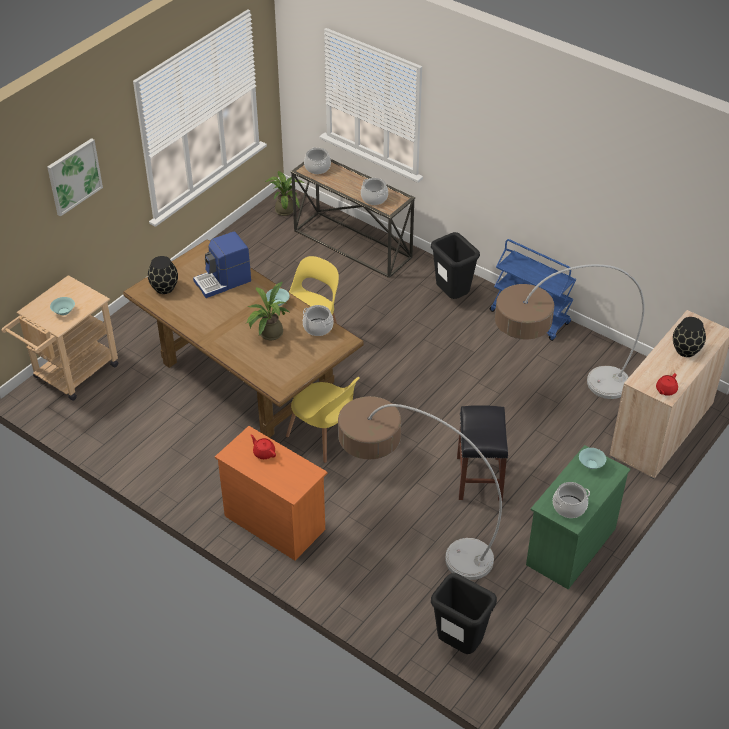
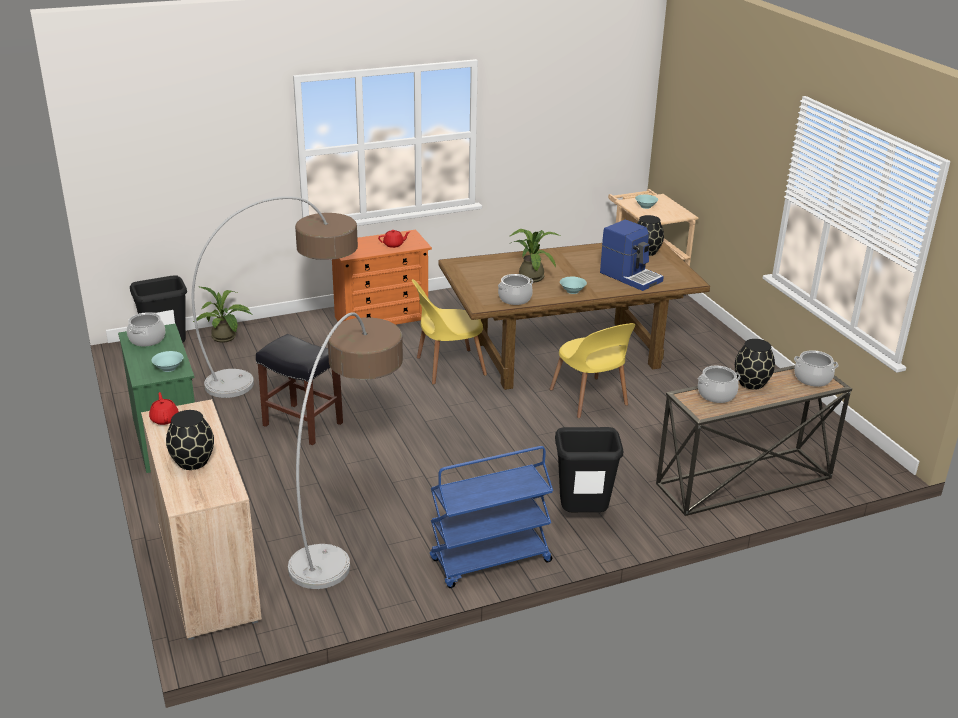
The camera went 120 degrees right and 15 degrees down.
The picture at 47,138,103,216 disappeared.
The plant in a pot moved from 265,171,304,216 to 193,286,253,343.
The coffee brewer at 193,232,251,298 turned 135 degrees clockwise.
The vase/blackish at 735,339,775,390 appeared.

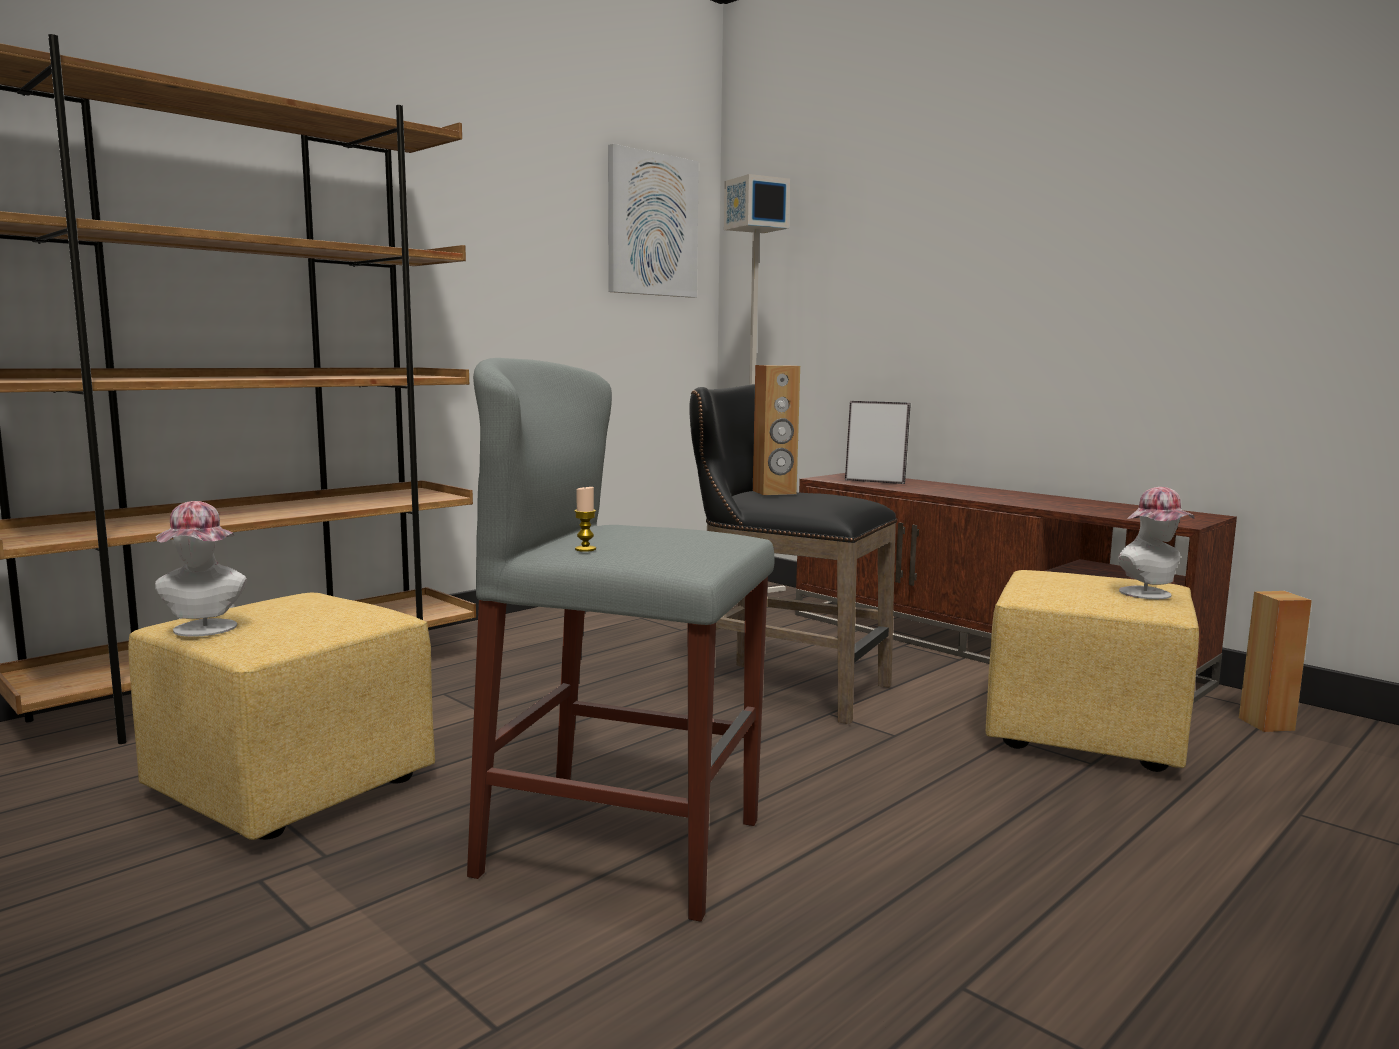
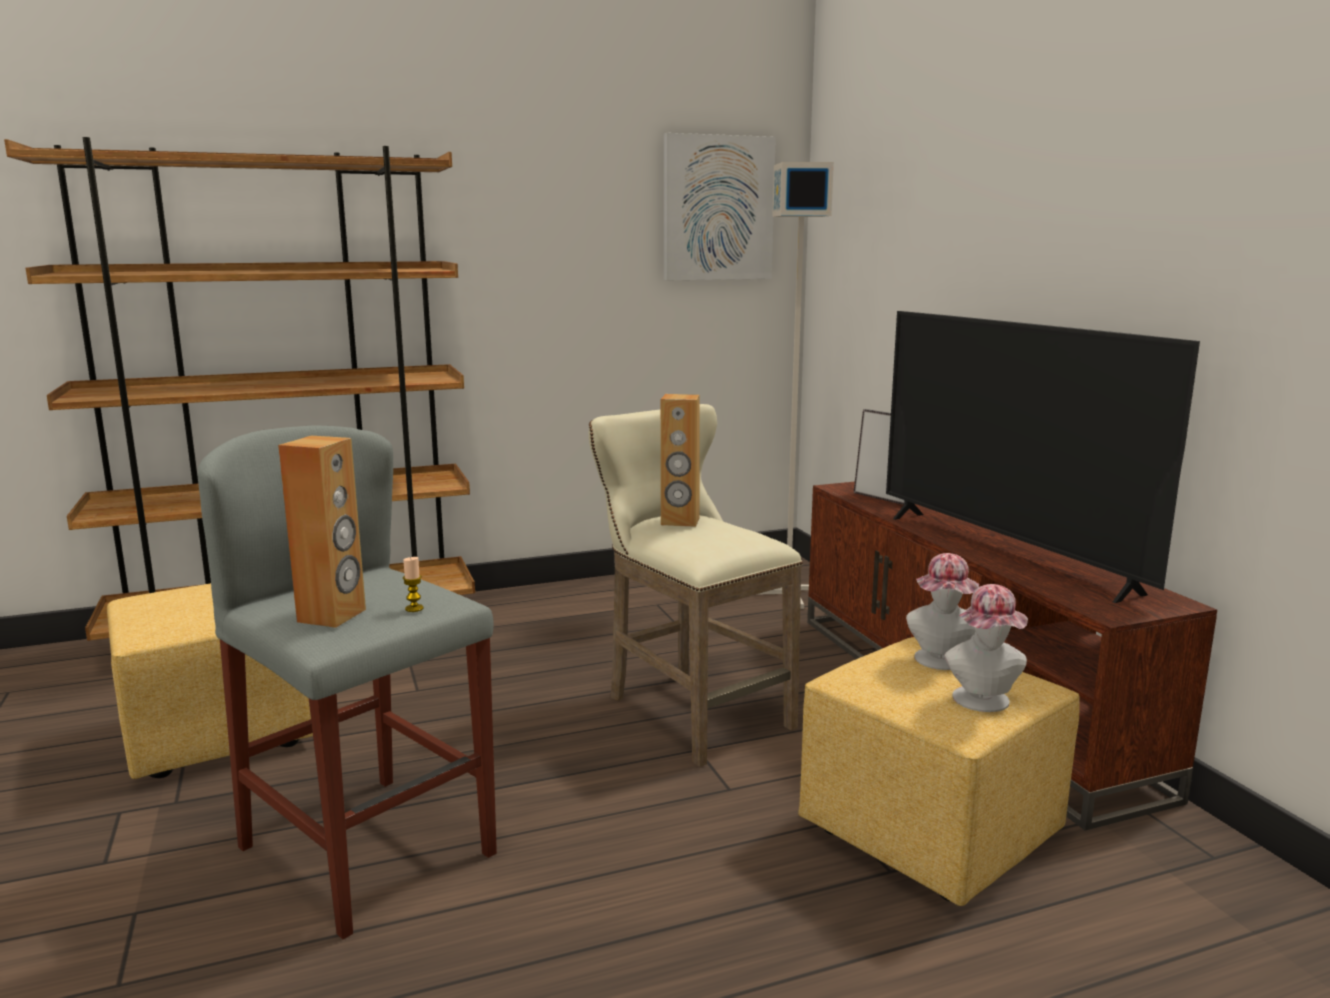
The camera went 25 degrees right and 5 degrees up.
The sitting stool/blackish at 689,384,897,724 became the sitting stool/beige-coloured at 589,404,803,767.
The candle moved from 574,487,596,552 to 403,557,424,612.
The clothing hat moved from 155,501,247,637 to 906,553,979,670.
The speaker/brownish moved from 1239,591,1312,732 to 278,436,366,628.
The television at 886,311,1200,603 appeared.

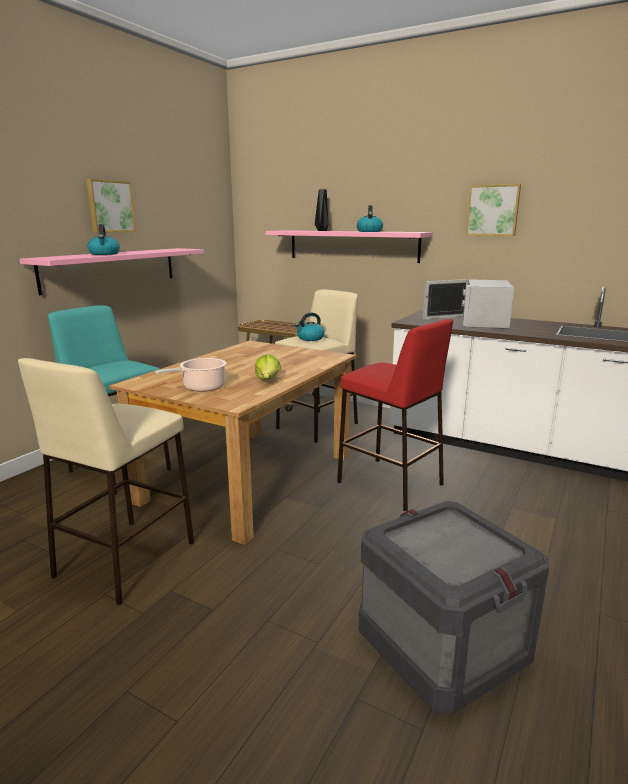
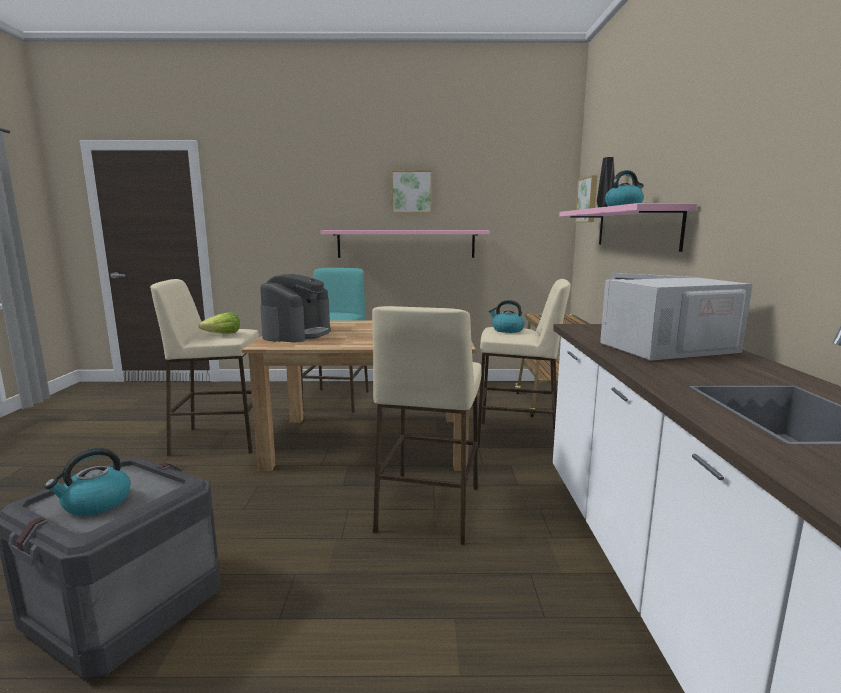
The camera went 60 degrees right and 5 degrees down.
The picture moved from 466,184,521,236 to 575,175,598,223.
The kettle moved from 88,224,120,255 to 44,448,131,516.
The sitting stool/reddish at 337,319,453,511 became the sitting stool/beige-coloured at 372,306,481,545.
The head of lettuce moved from 255,354,281,380 to 198,312,240,334.
The stockpot at 155,358,226,392 was replaced by the coffee brewer at 260,274,331,342.

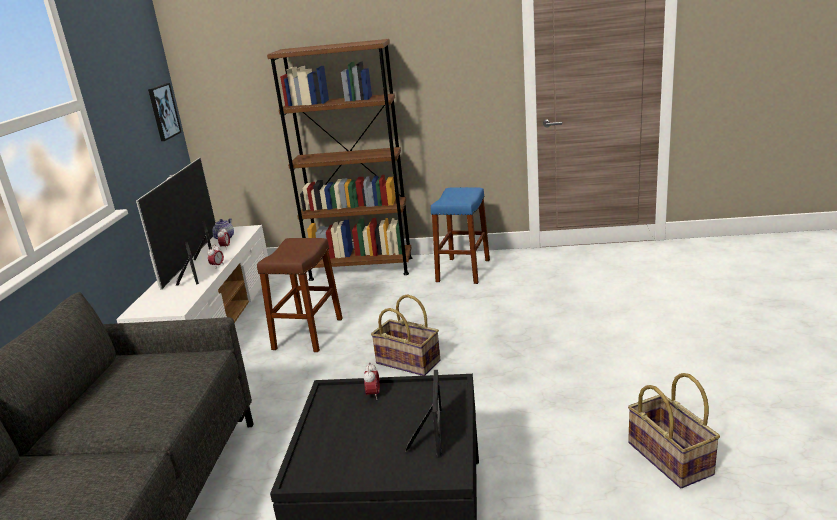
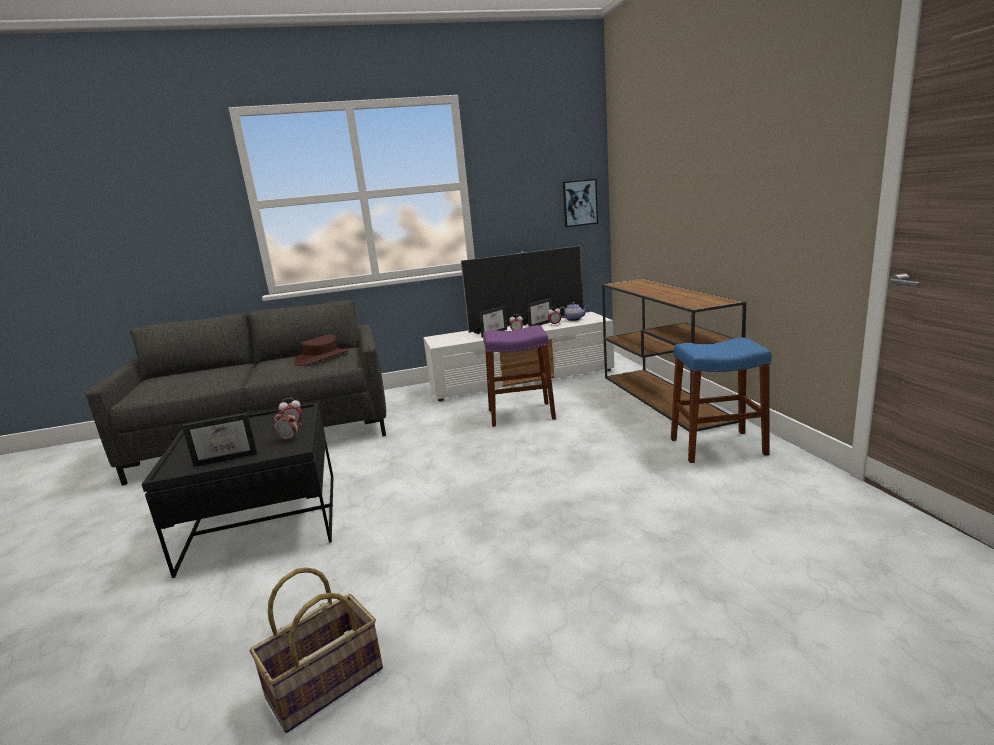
The camera went 70 degrees right and 5 degrees down.
The bookcase/brownish at 267,39,412,281 was replaced by the narrow table/brownish at 602,278,746,431.
The sitting stool/brownish at 257,238,343,352 became the sitting stool/purplish at 483,325,556,427.
The basket at 371,294,440,376 disappeared.
The clothing hat/brownish at 294,335,348,366 appeared.
The bedside clock at 274,411,299,441 appeared.

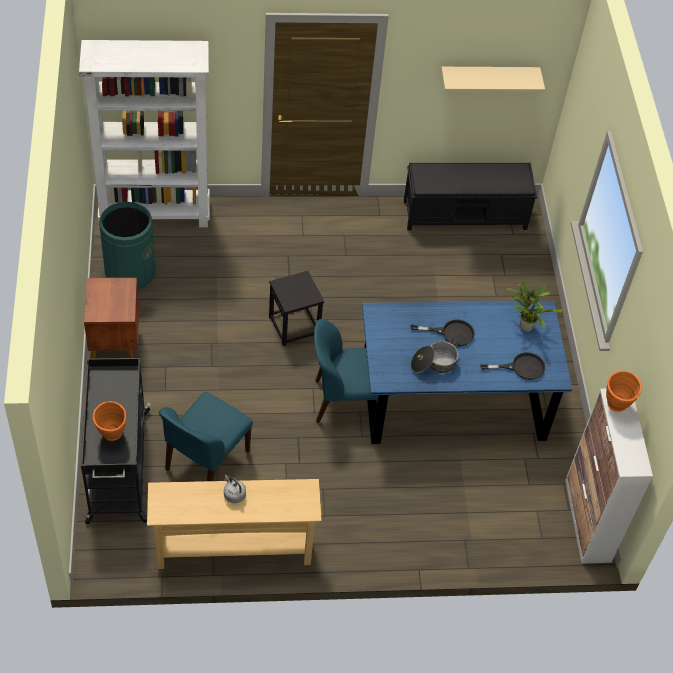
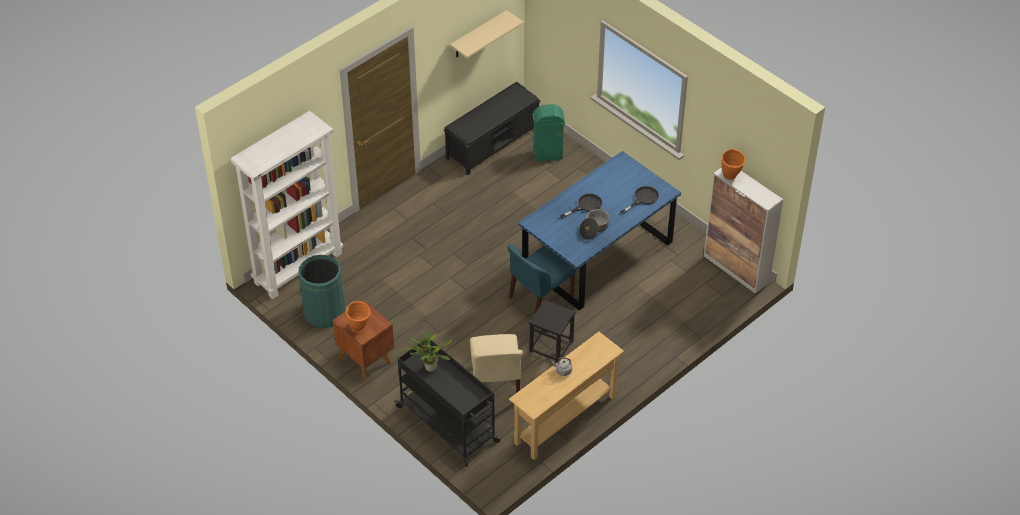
The camera went 35 degrees left and 5 degrees down.
The sitting stool/blackish moved from 269,271,324,346 to 529,300,575,363.
The plant in a pot moved from 507,280,563,332 to 403,331,452,372.
The chair/bluish at 159,392,253,481 became the chair/beige-coloured at 470,334,523,393.
The vase/orangey moved from 93,401,126,441 to 346,301,371,332.
The waste bin/green at 532,104,565,161 appeared.

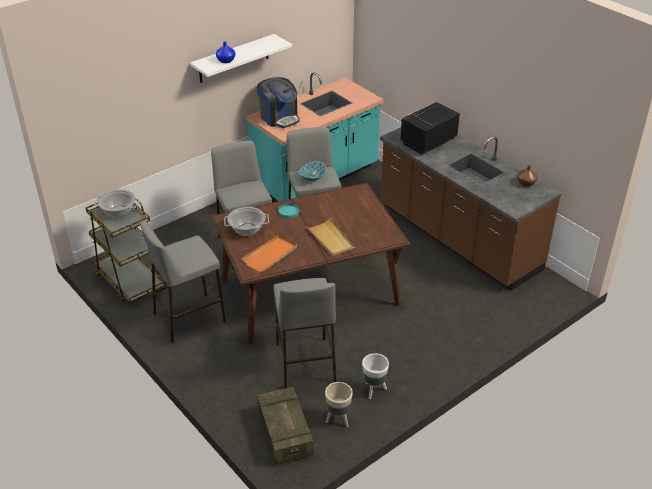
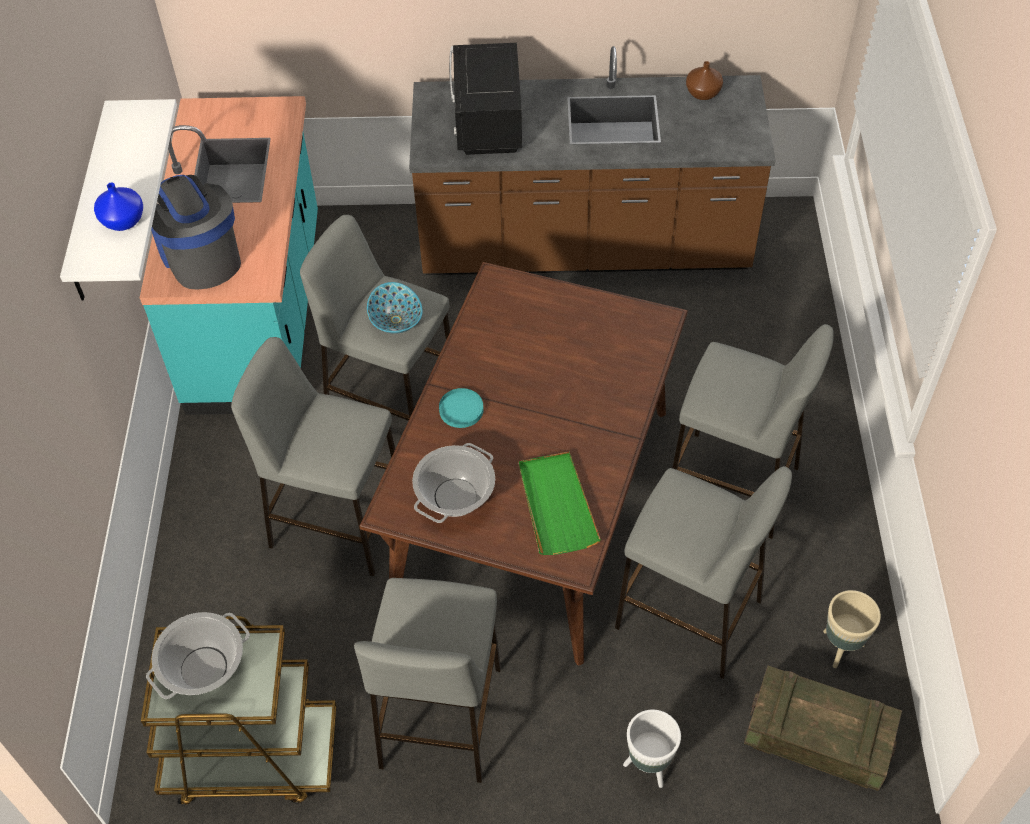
The camera went 50 degrees left and 15 degrees up.
The coffee brewer at 257,77,300,128 turned 120 degrees counterclockwise.
The serving tray/beige-coloured at 306,218,355,256 disappeared.
The serving tray/orangey at 241,234,297,272 became the serving tray/green at 519,452,601,555.
The flower pot/white-coloured moved from 362,353,389,399 to 623,709,681,788.
The sitting stool/grey at 672,324,834,539 appeared.

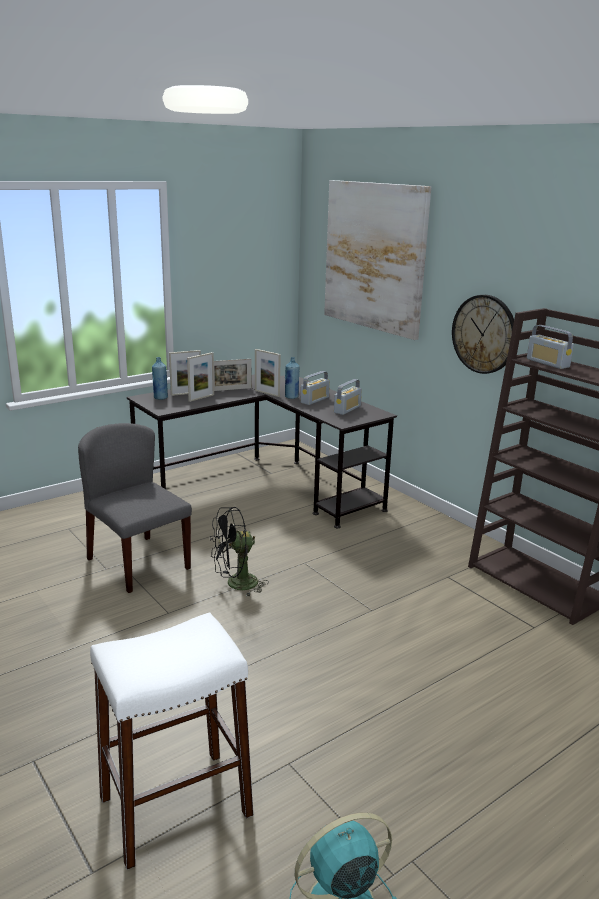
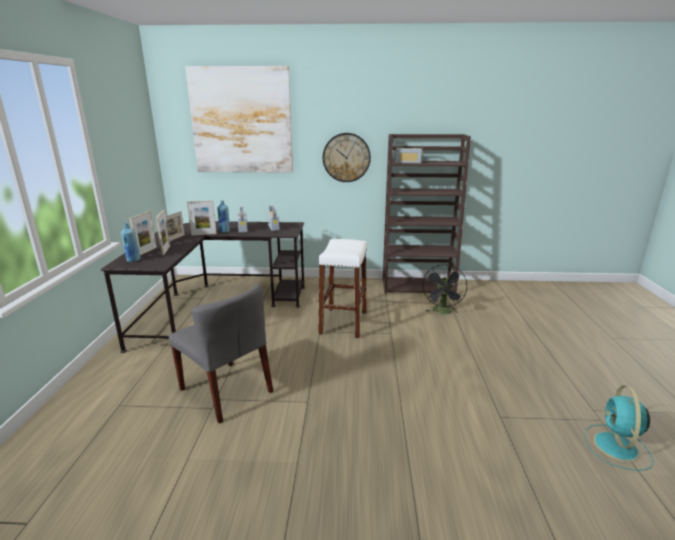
The camera went 50 degrees left and 0 degrees up.
The chair/grey at 78,423,192,593 turned 135 degrees counterclockwise.
The electric fan/blackish moved from 210,507,269,597 to 423,264,467,314.
The sitting stool/white-coloured moved from 90,612,253,870 to 318,239,367,338.

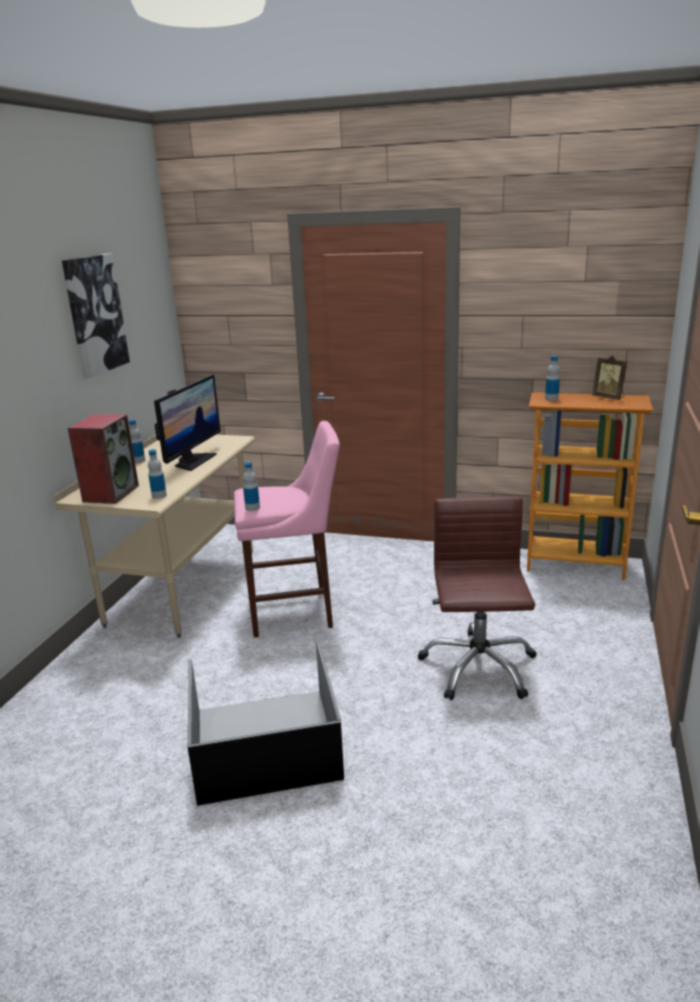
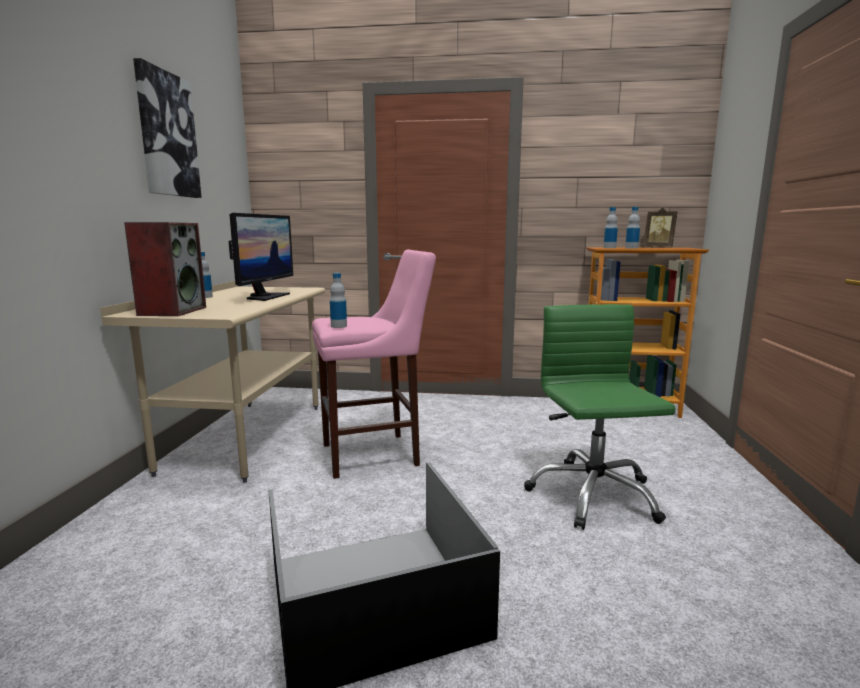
The camera went 10 degrees left and 10 degrees down.
The bottle moved from 148,449,167,499 to 625,207,640,249.
The desk chair/brownish at 418,497,537,700 became the desk chair/green at 524,304,676,530.

